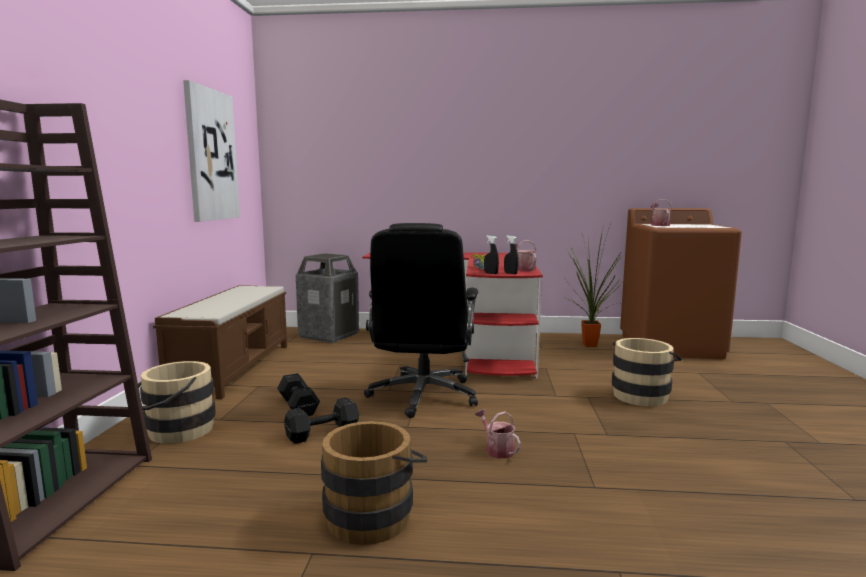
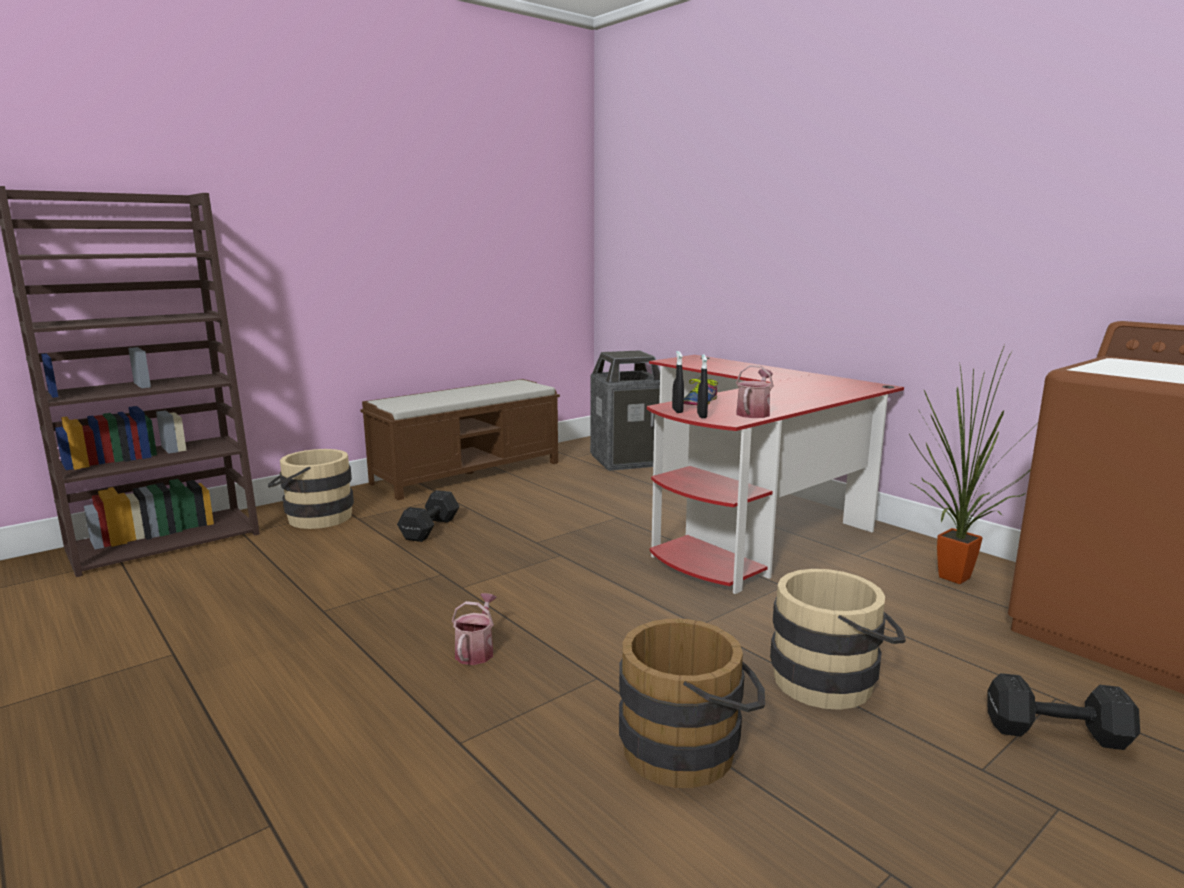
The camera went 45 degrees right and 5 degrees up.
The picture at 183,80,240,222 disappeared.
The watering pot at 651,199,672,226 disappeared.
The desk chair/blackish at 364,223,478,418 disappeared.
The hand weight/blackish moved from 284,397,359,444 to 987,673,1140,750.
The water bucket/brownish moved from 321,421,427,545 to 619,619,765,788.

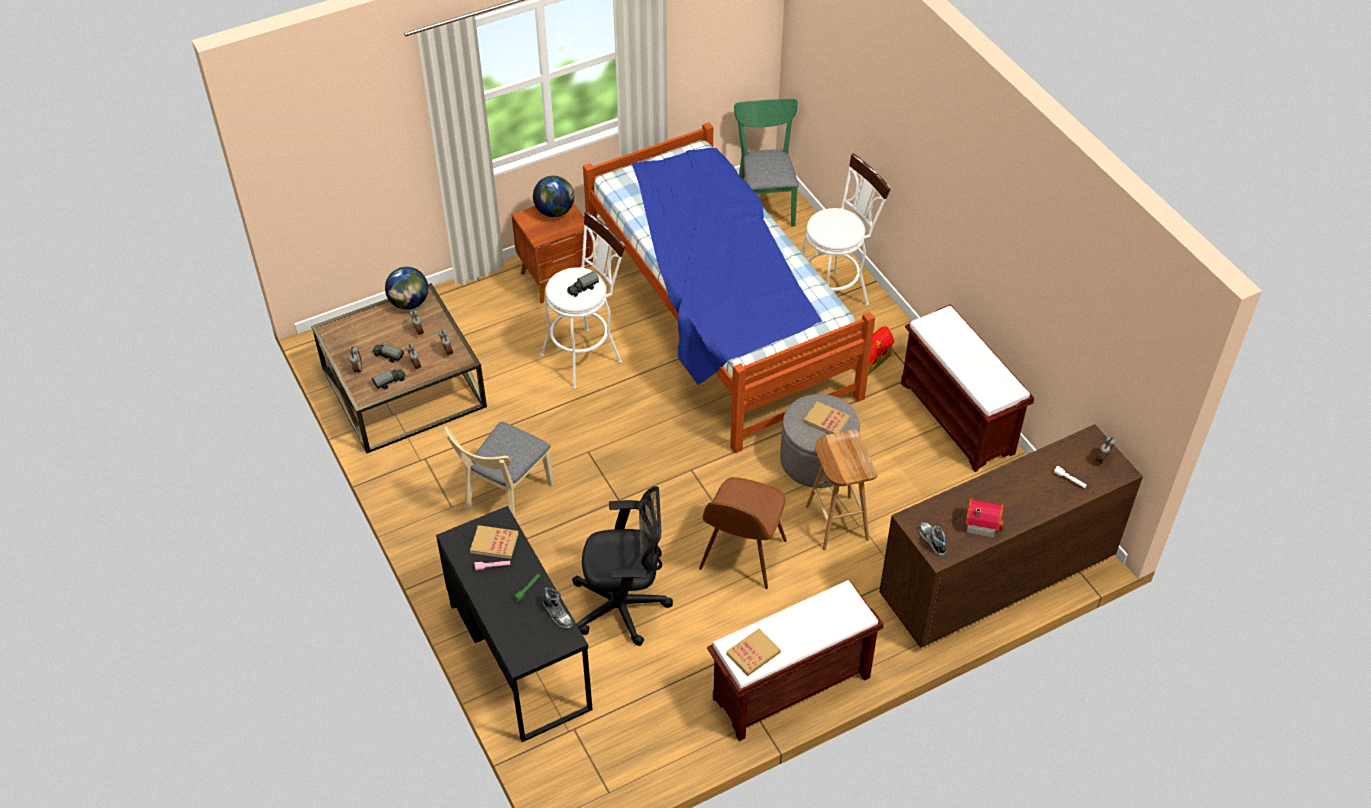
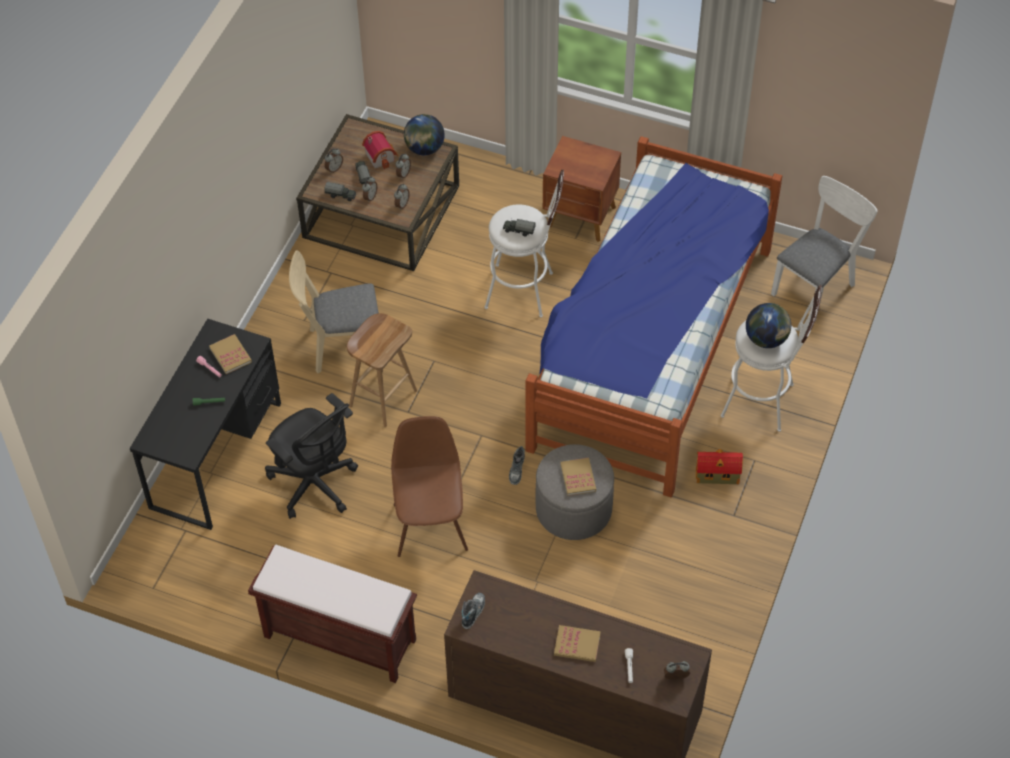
The camera went 50 degrees right and 5 degrees up.
The chair/green at 734,99,799,227 became the chair/white-coloured at 771,176,877,321.
The world globe moved from 533,176,574,217 to 746,303,791,348.
The indoor bench/brownish at 901,304,1034,472 disappeared.
The sitting stool/brownish moved from 806,429,878,550 to 347,313,417,427.
The chair/brownish at 699,477,787,589 turned 105 degrees clockwise.
The model house moved from 965,498,1004,538 to 362,131,398,169.
The low shoe moved from 543,587,573,629 to 509,446,525,485.
The volume moved from 726,628,781,676 to 554,625,601,662.

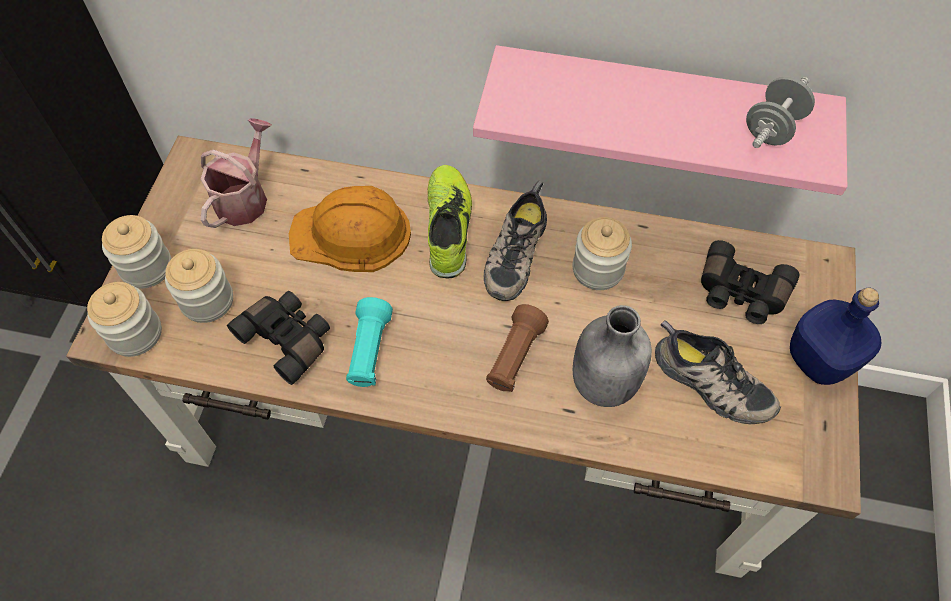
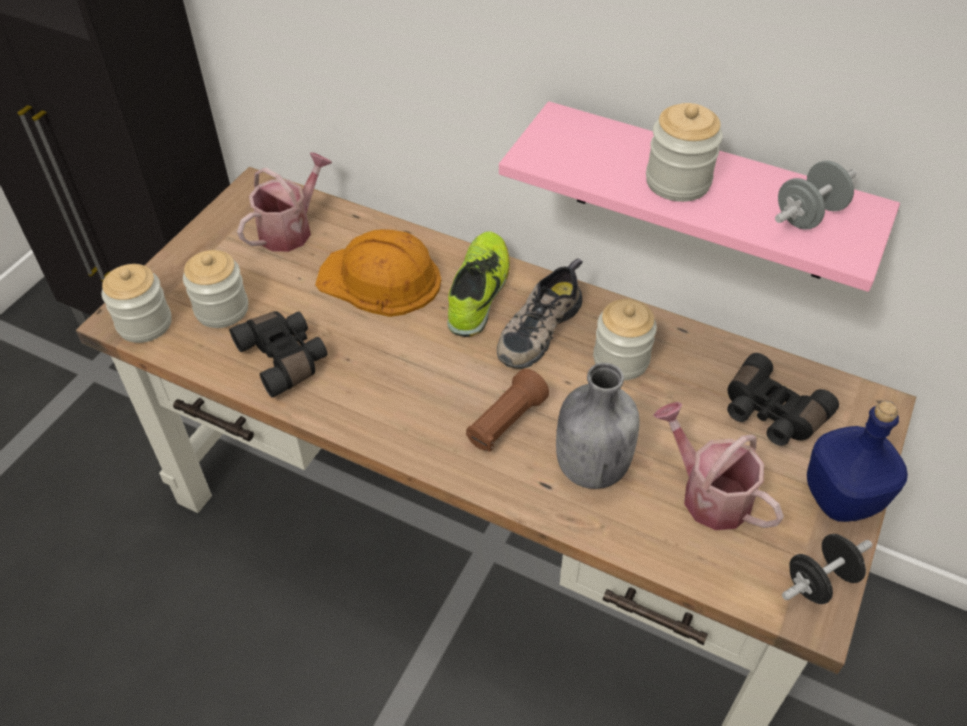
The camera went 15 degrees right and 10 degrees down.
The storage jar moved from 102,215,171,288 to 646,103,723,202.
The torch/blue-green at 346,297,393,387 disappeared.
The low shoe at 655,320,781,424 was replaced by the watering pot at 653,402,784,530.
The hand weight/blackish at 782,534,872,604 appeared.

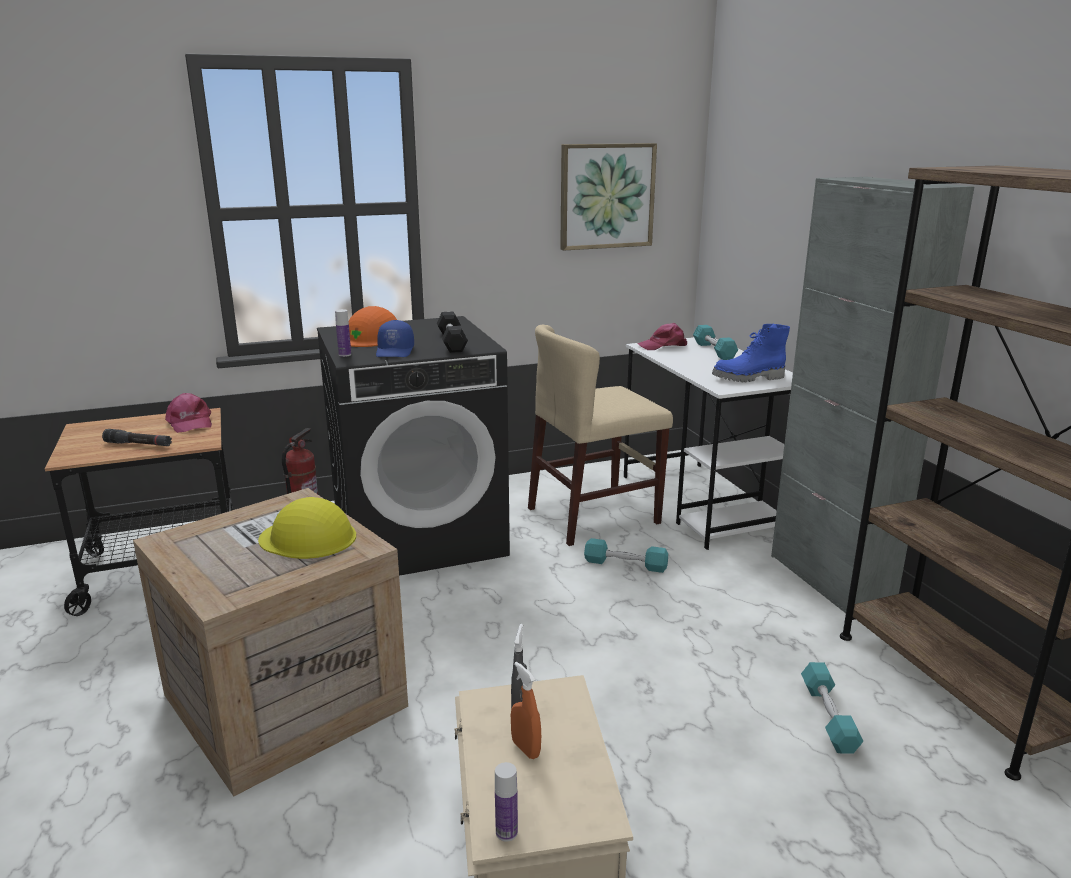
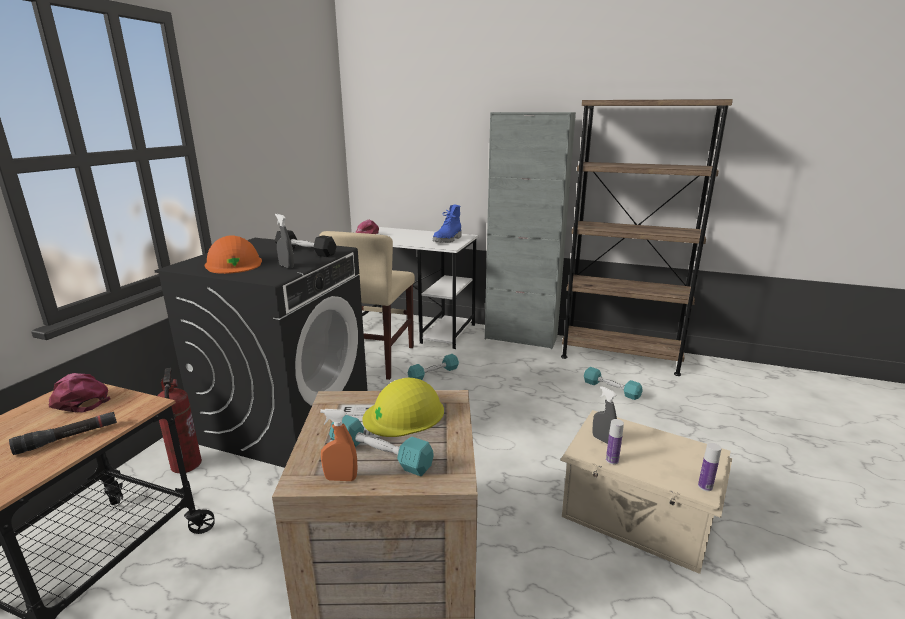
The camera went 50 degrees left and 0 degrees up.
The picture at 560,143,657,251 disappeared.
The bottle moved from 335,309,351,357 to 606,419,624,464.
The baseball cap/bluish at 376,320,414,357 was replaced by the hand sprayer/grey at 275,214,294,268.
The hand weight/blue-green moved from 693,325,738,360 to 329,415,434,476.
The baseball cap/pink-coloured at 165,393,212,433 turned 150 degrees counterclockwise.
The hand sprayer/orangey moved from 511,662,541,759 to 320,409,357,481.

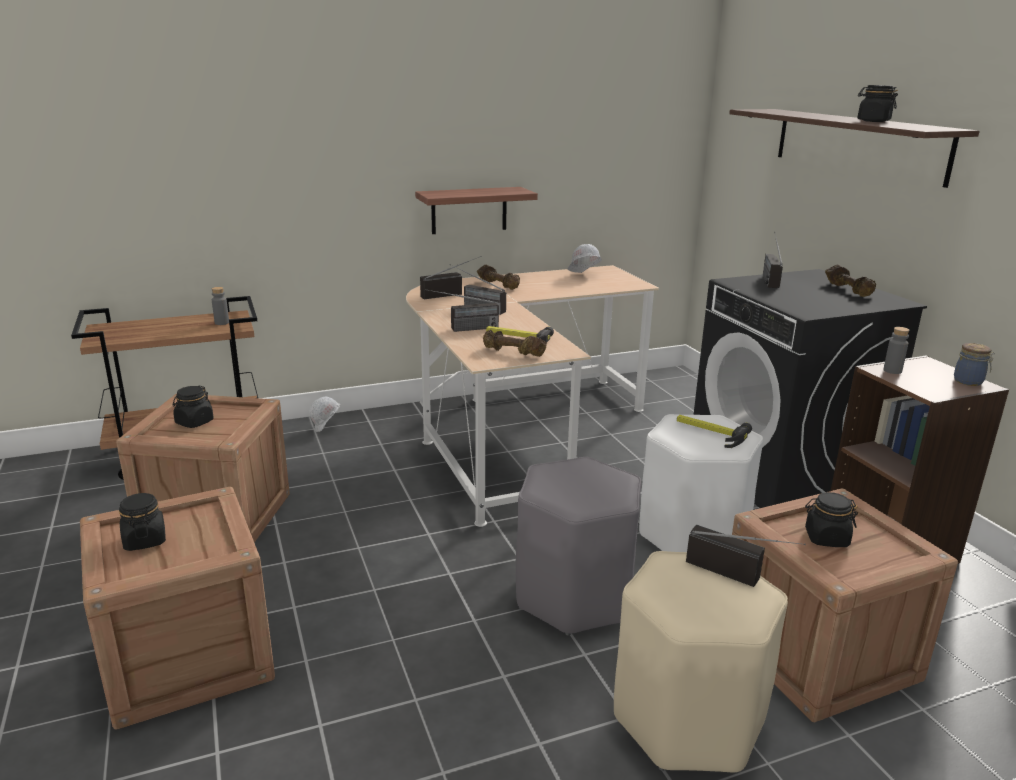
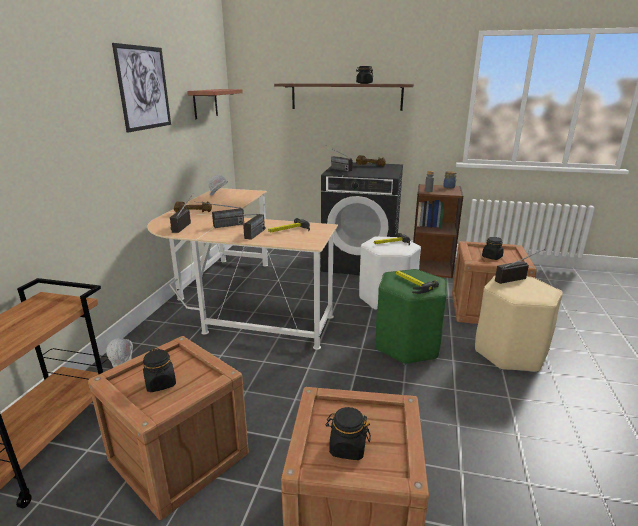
The camera went 55 degrees left and 0 degrees up.
The bracket shelf moved from 415,187,538,234 to 187,89,243,119.
The bottle/grey at 212,287,229,325 disappeared.
The hand weight/brownish at 483,330,547,357 disappeared.
The sitting stool/grey at 516,457,641,636 became the sitting stool/green at 376,269,447,365.
The picture at 112,43,171,133 appeared.
The hand hammer at 396,271,439,294 appeared.

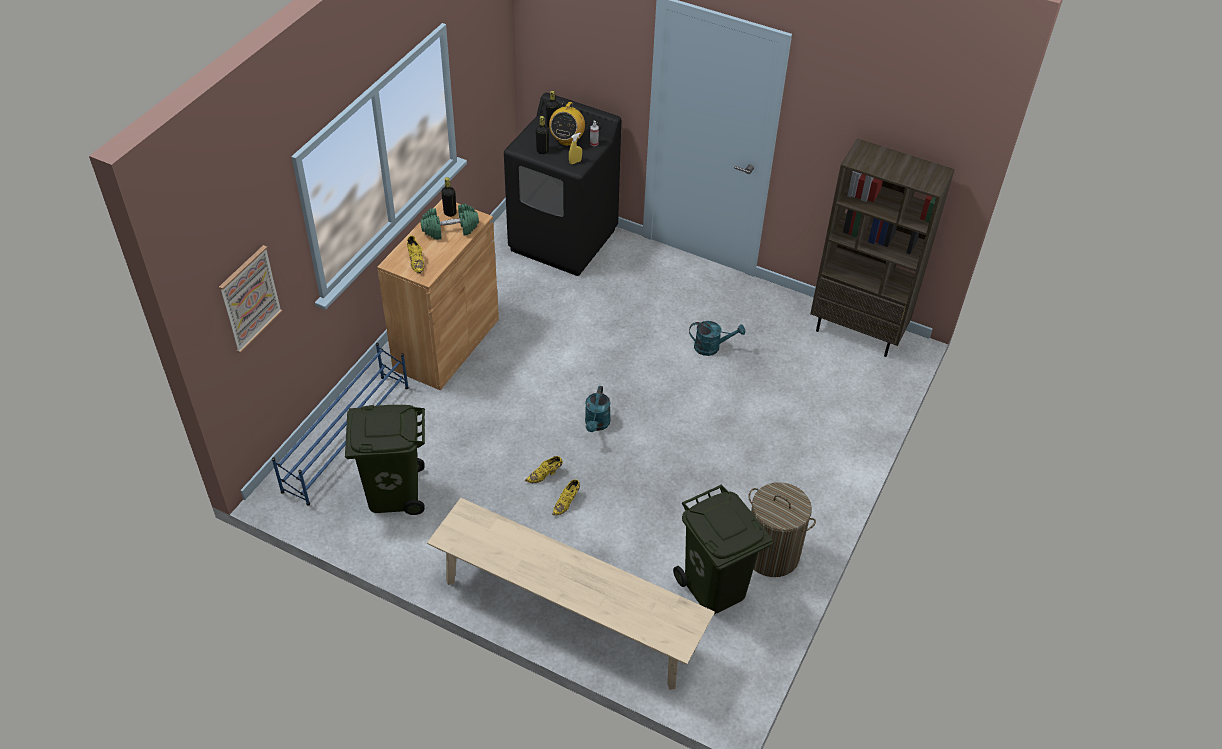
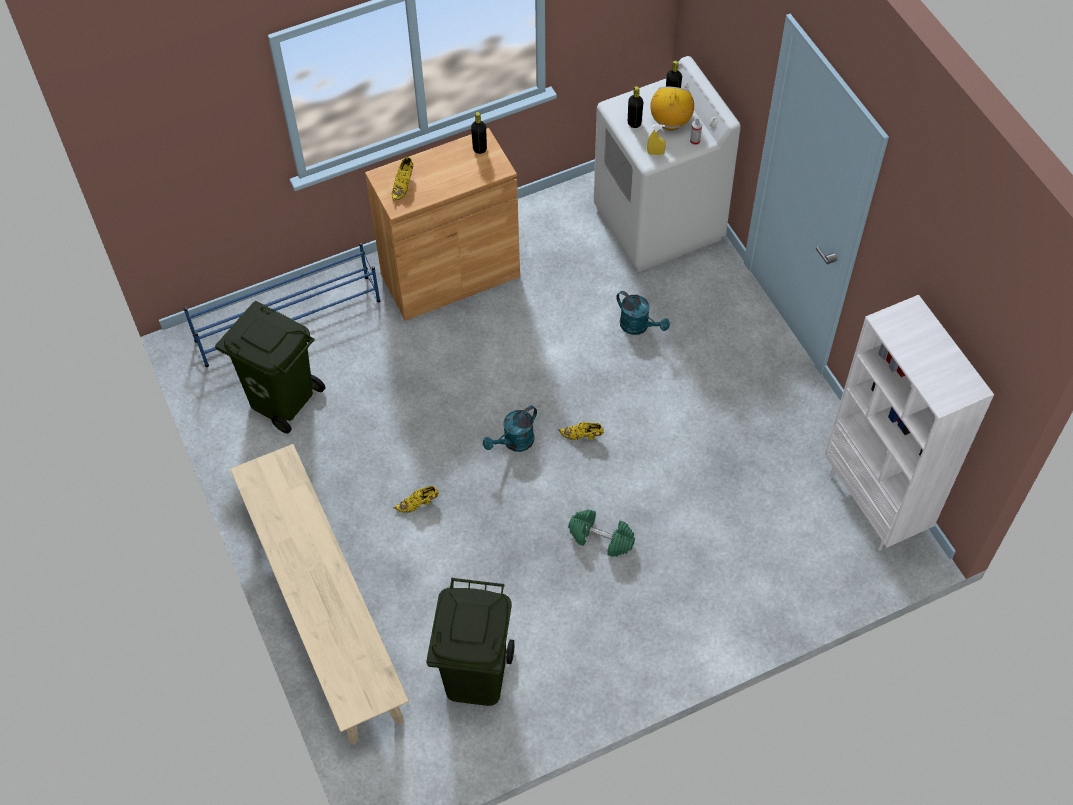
The camera went 40 degrees right and 10 degrees up.
The laundry appliance/blackish at 504,93,621,276 became the laundry appliance/white-coloured at 594,56,741,272.
The radio receiver at 549,100,585,146 turned 135 degrees clockwise.
The bookcase/brownish at 810,138,955,357 became the bookcase/white-coloured at 825,295,994,551.
The hand weight/green moved from 420,204,479,240 to 568,509,635,557.
The picture at 219,245,282,353 disappeared.
The watering pot/blue-green moved from 689,321,745,356 to 616,291,670,335.
The low shoe/yellowish moved from 525,456,563,483 to 558,422,604,440.
The hamper at 748,482,816,577 disappeared.

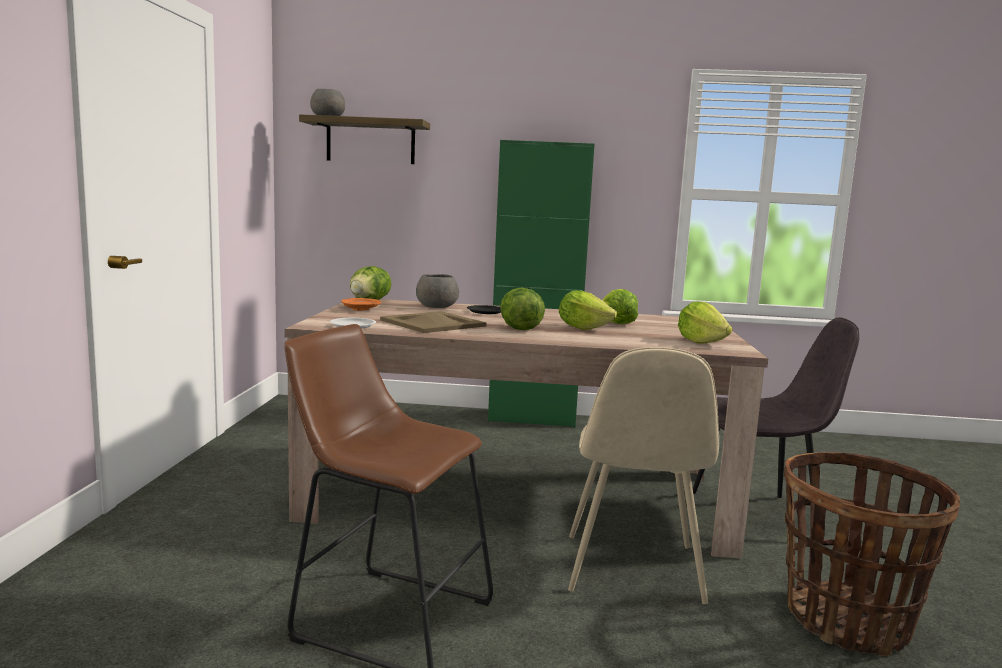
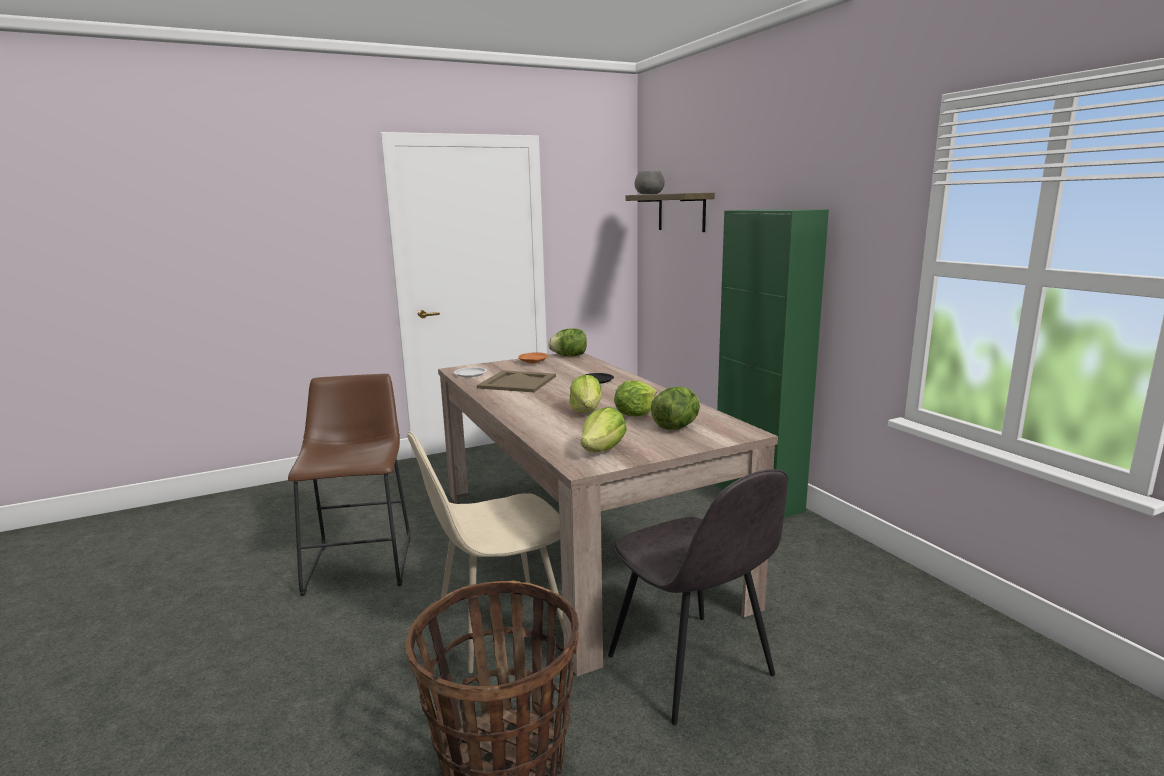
The camera went 60 degrees right and 5 degrees up.
The deep dish/grey at 416,274,459,308 disappeared.
The head of lettuce moved from 500,288,545,330 to 651,387,700,430.

